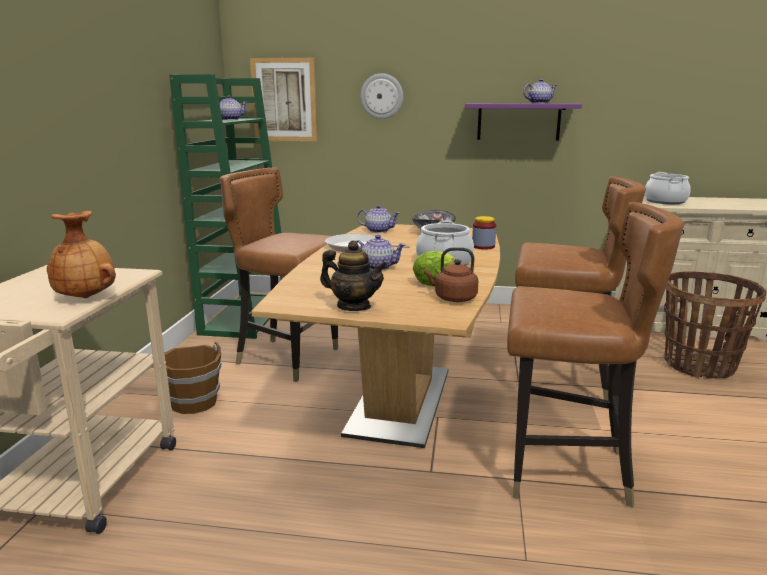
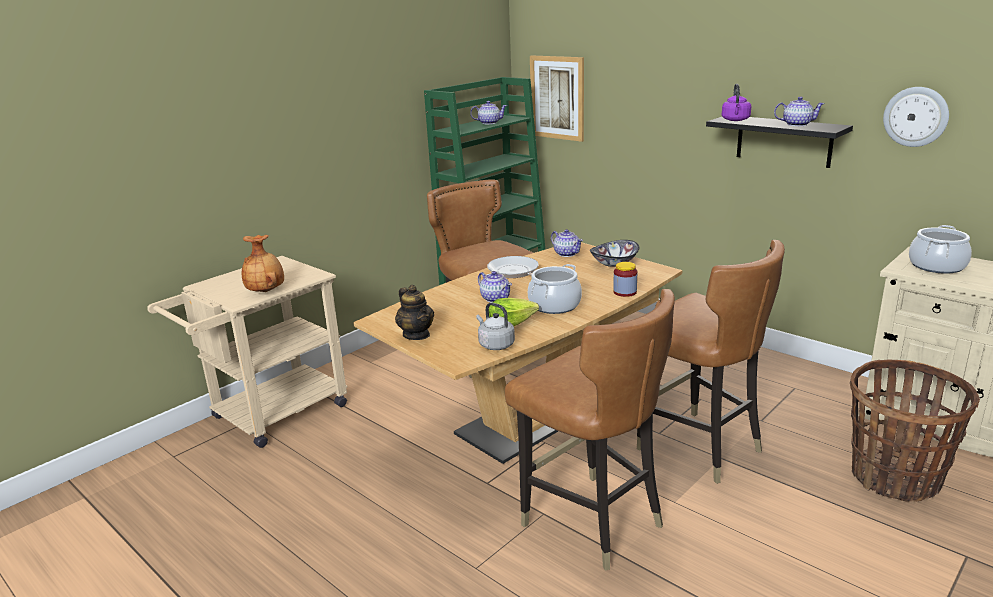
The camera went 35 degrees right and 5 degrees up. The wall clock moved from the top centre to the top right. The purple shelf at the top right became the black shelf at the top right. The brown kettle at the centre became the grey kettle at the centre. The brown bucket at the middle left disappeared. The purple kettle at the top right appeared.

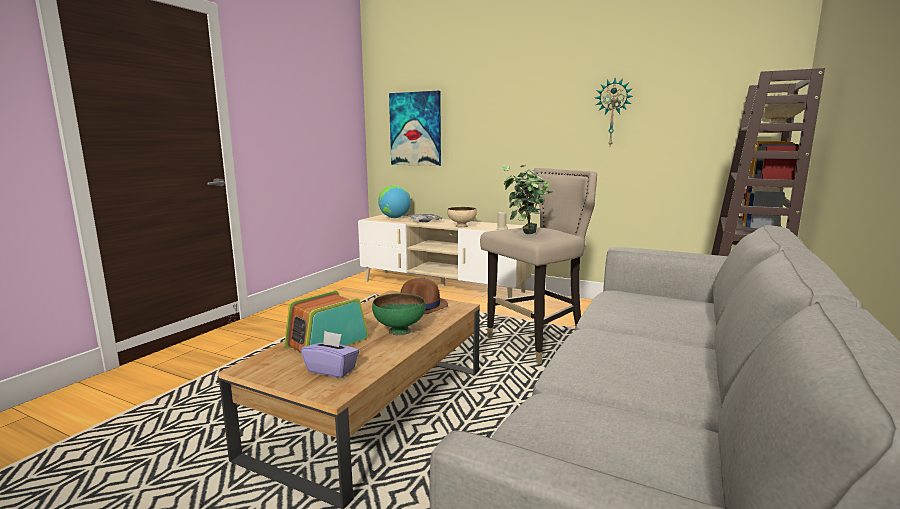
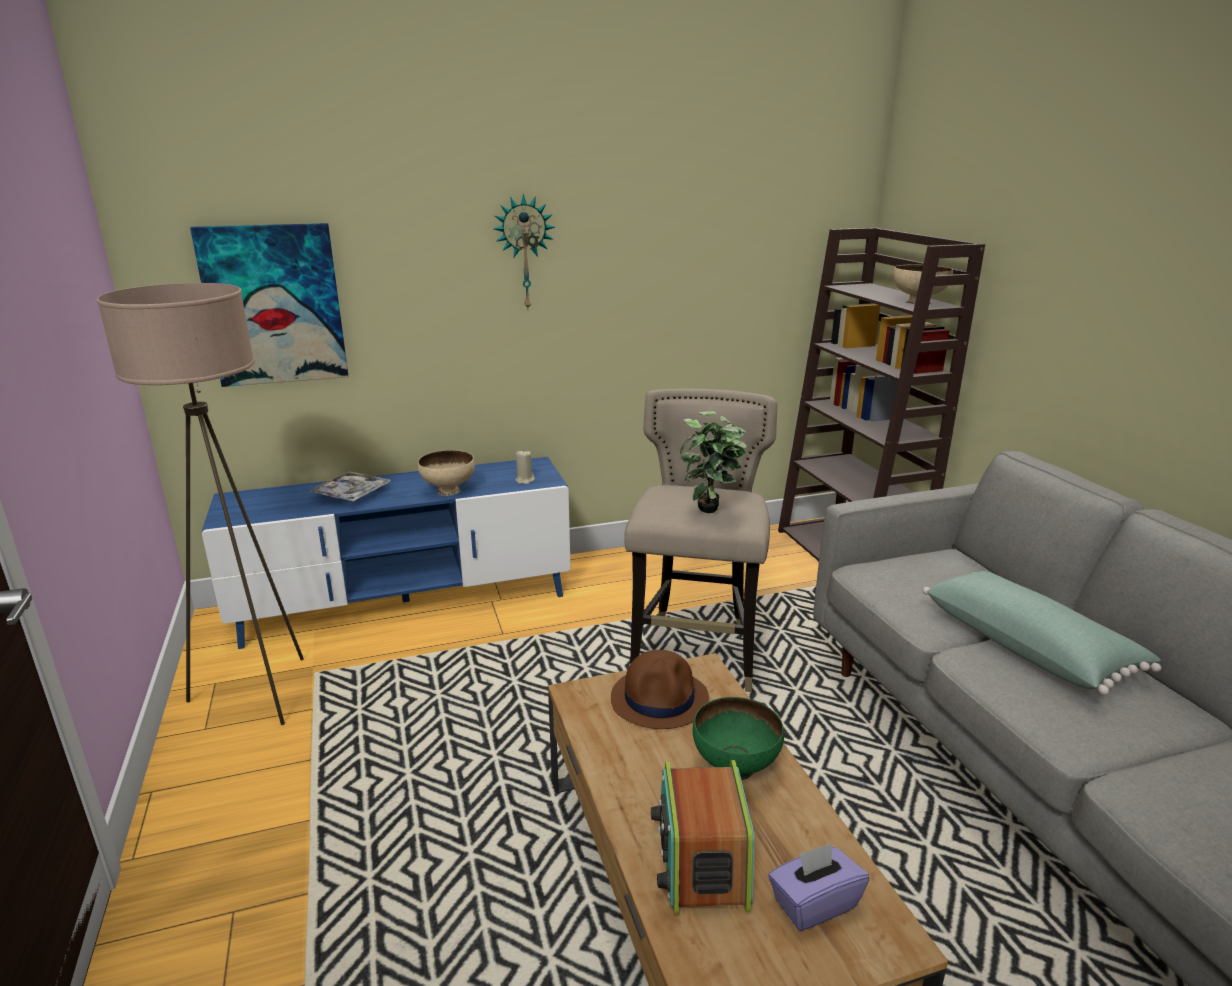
The camera went 45 degrees left and 10 degrees up. The wall clock moved from the top right to the top centre. The globe at the centre disappeared. The beige tv stand at the centre became the blue tv stand at the middle left. The beige floor lamp at the middle left appeared. The green pillow at the middle right appeared.

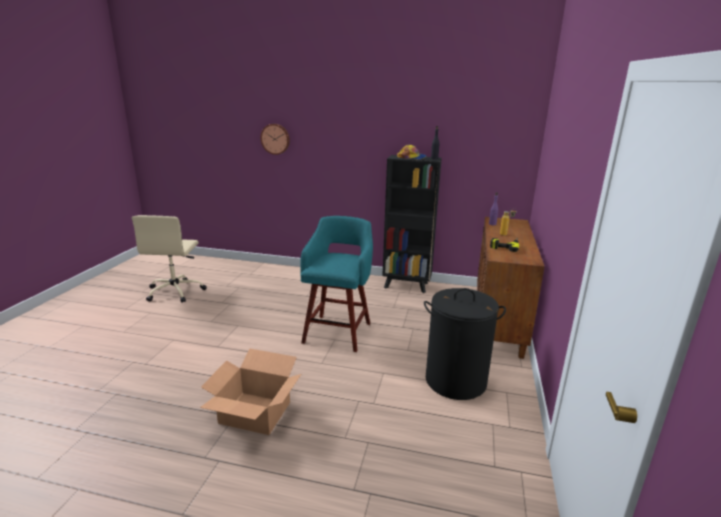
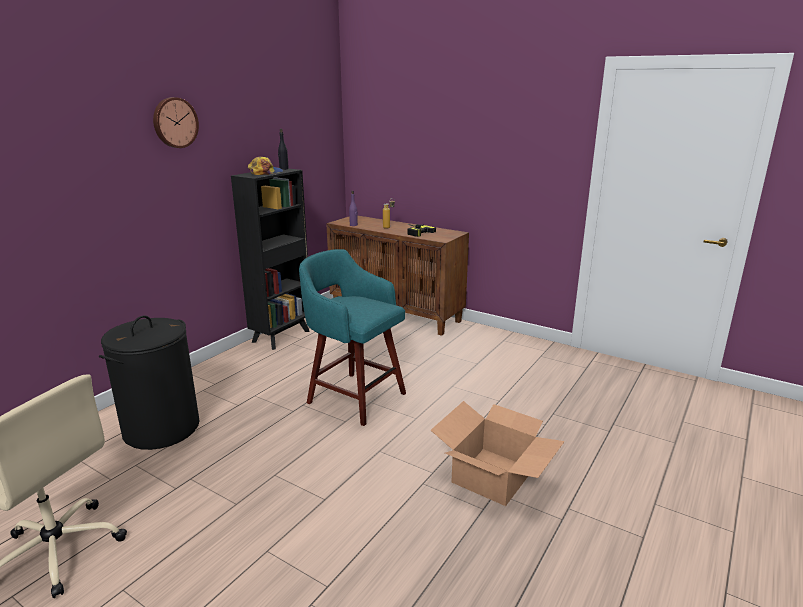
The camera went 70 degrees left and 0 degrees up. The wall clock moved from the top centre to the top left. The black laundry basket moved from the centre to the middle left.

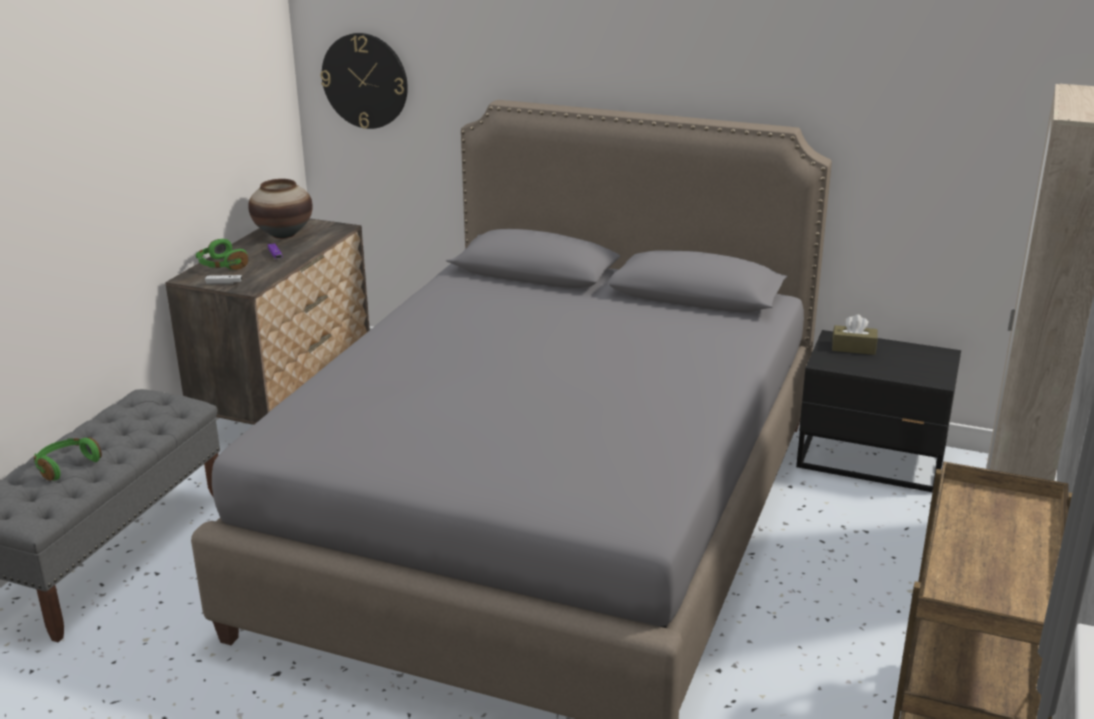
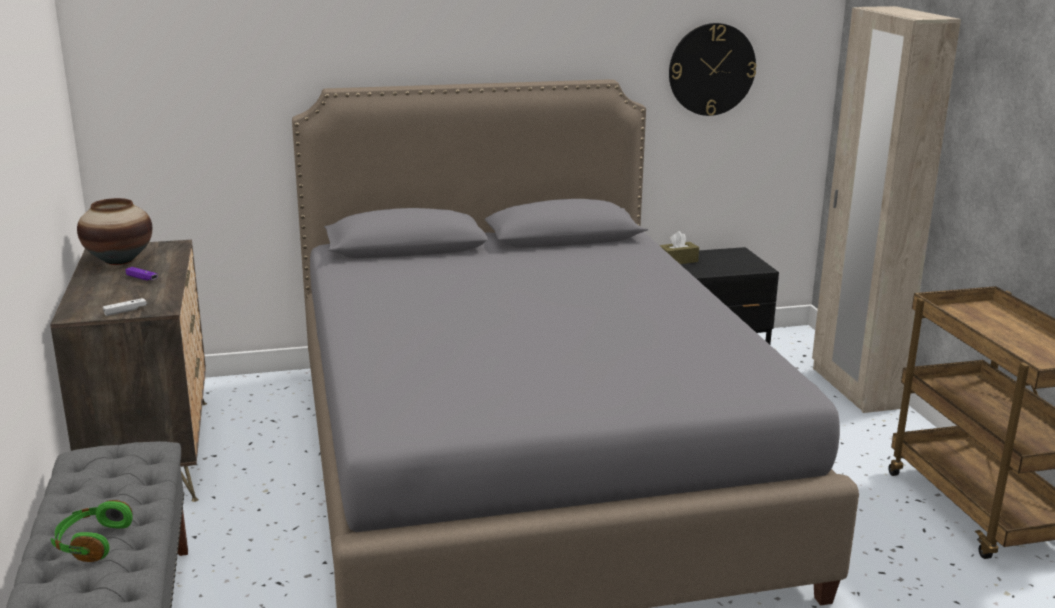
The camera went 35 degrees left and 5 degrees down. The wall clock moved from the top left to the top right. The green headphones (2nd from left) at the middle left disappeared.

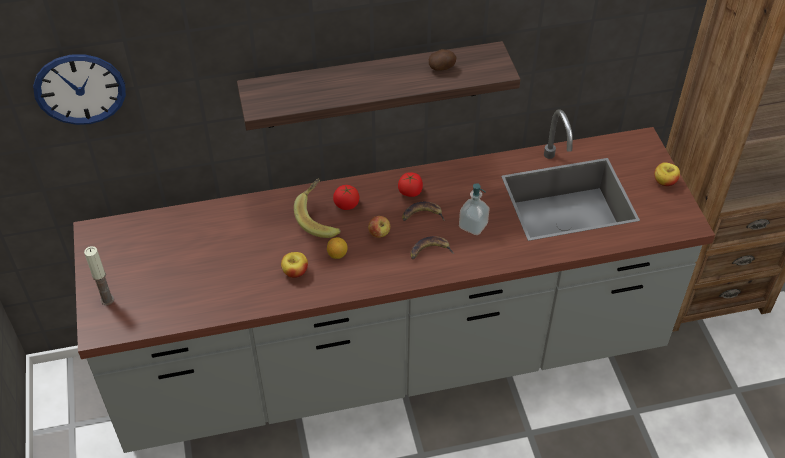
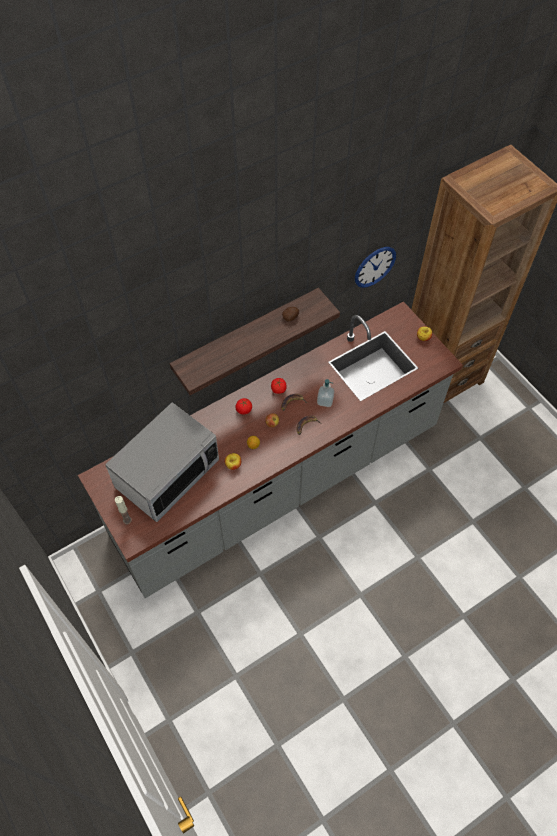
The camera went 20 degrees left and 10 degrees up. The wall clock moved from the top left to the top right. The banana (1st from left) at the centre disappeared. The microwave at the middle left appeared.

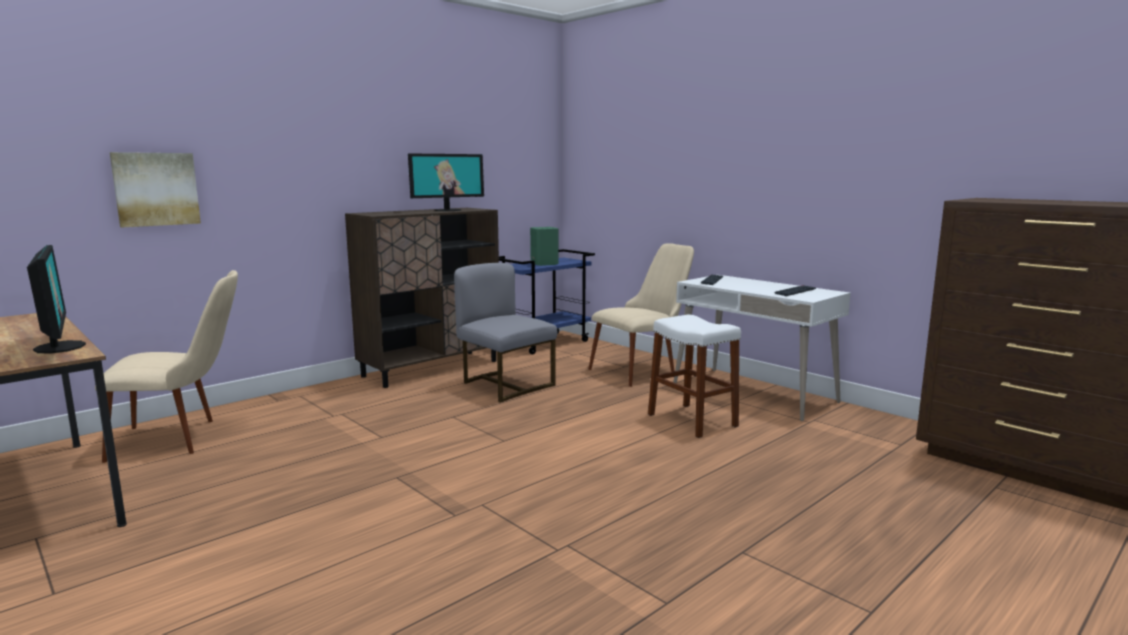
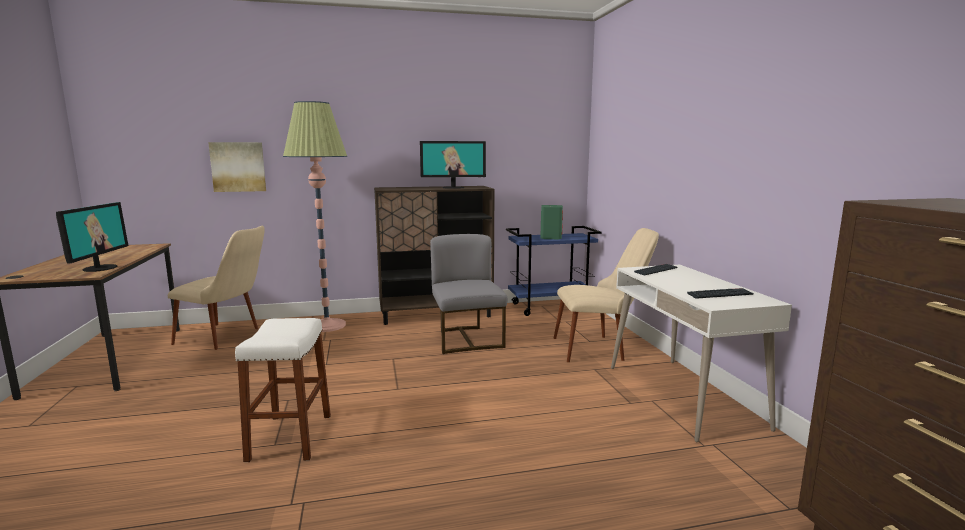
The camera went 30 degrees right and 0 degrees up. The white stool moved from the centre to the bottom left. The floor lamp at the middle left appeared.

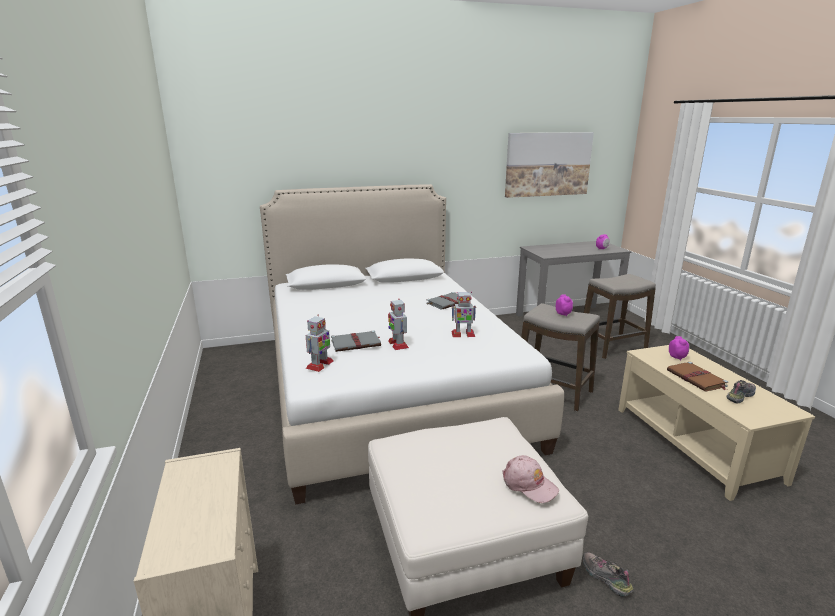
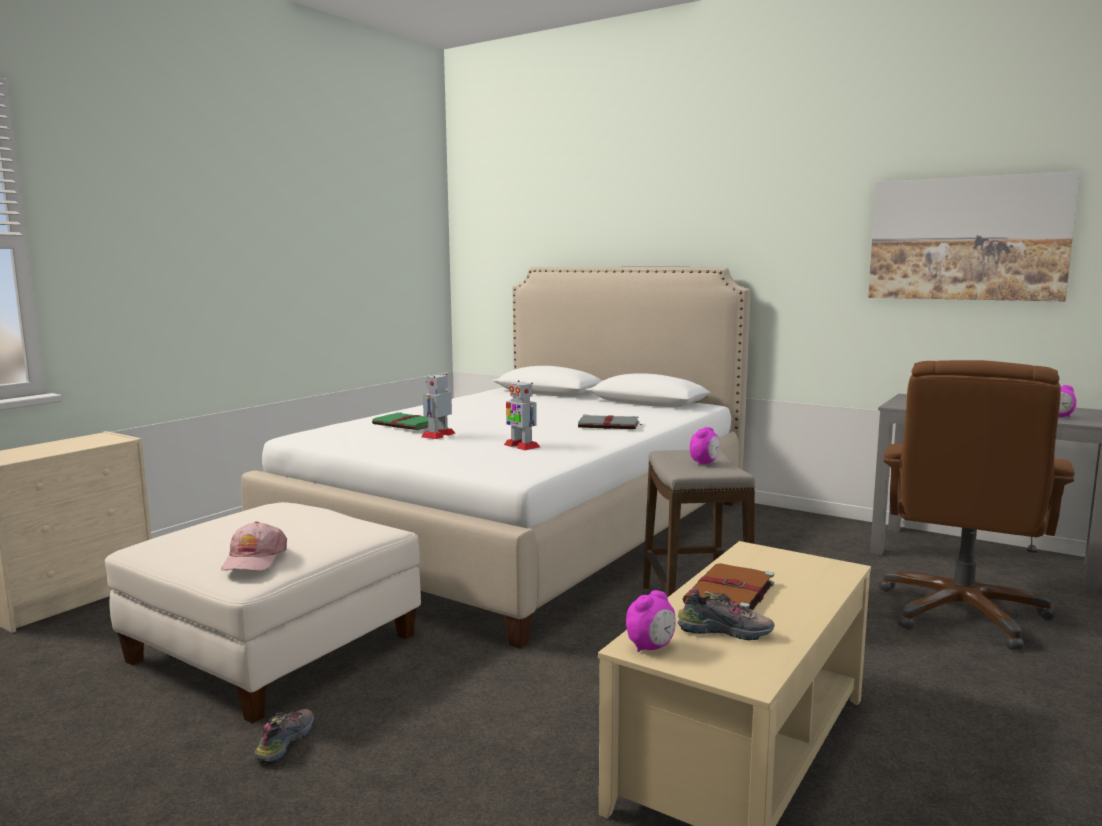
The camera went 50 degrees right and 10 degrees down. The stool (2nd from left) at the middle right was replaced by the brown office chair at the middle right. The toy robot (1st from left) at the centre disappeared. The grey book (1st from left) at the centre became the green book at the centre. The alarm clock (3rd from left in the first image) moved from the middle right to the bottom centre.

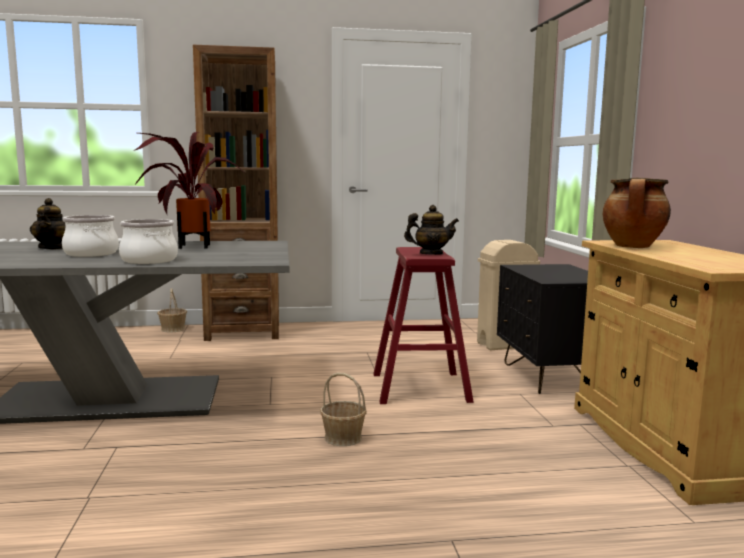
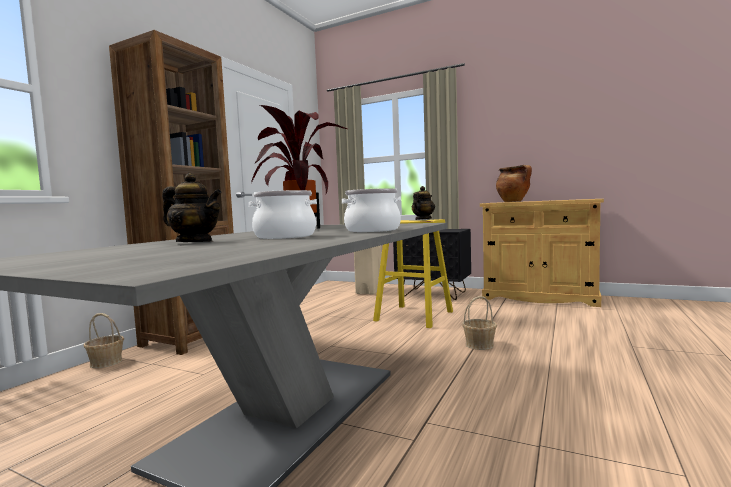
The camera went 55 degrees left and 5 degrees down. The red stool at the centre became the yellow stool at the centre.

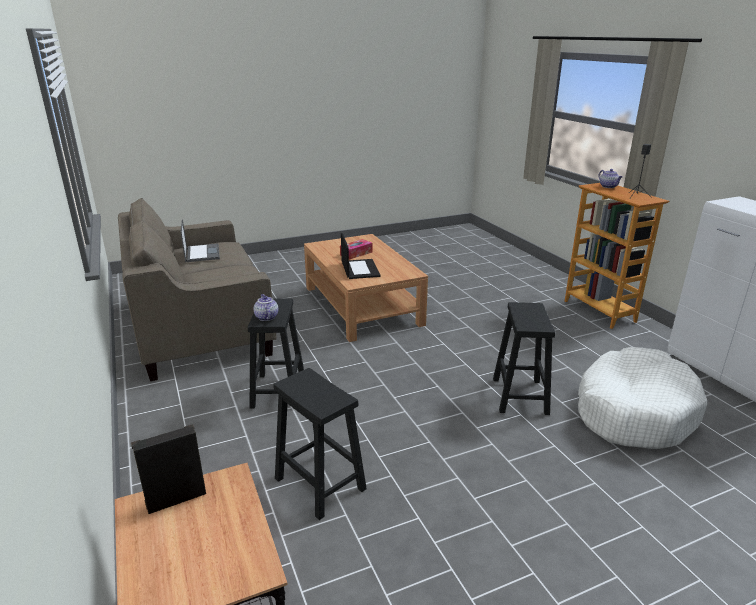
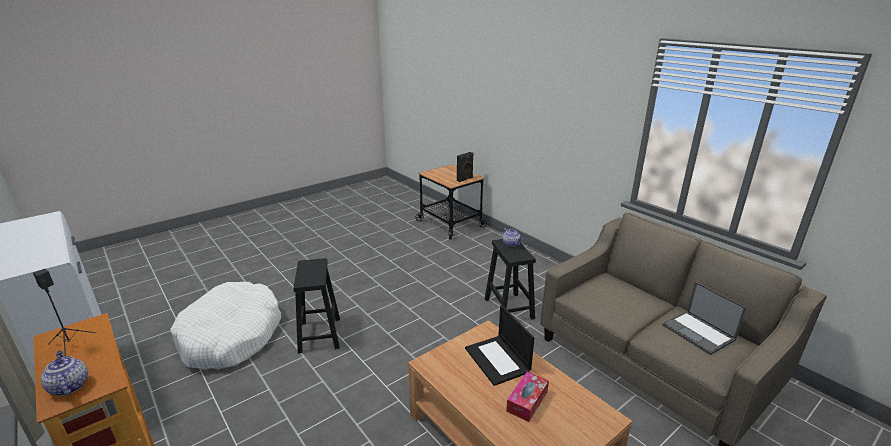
The camera went 165 degrees right and 0 degrees up. The black stool (2nd from left) at the bottom centre disappeared.

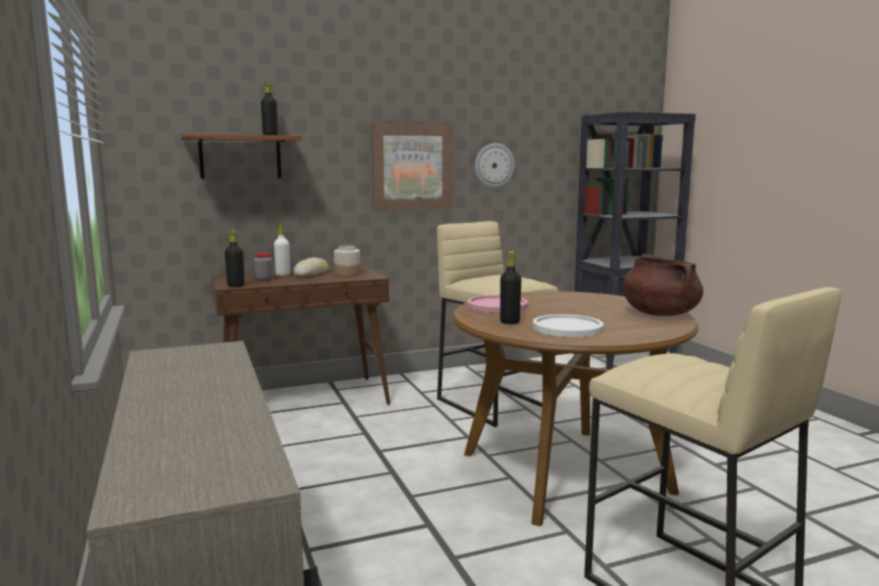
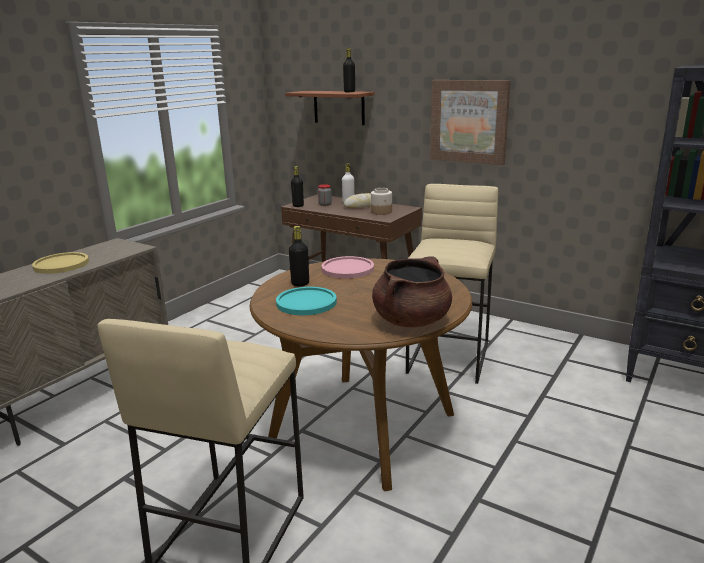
The camera went 55 degrees right and 10 degrees up. The wall clock at the top centre disappeared. The white plate at the centre became the turquoise plate at the centre. The yellow plate at the middle left appeared.

